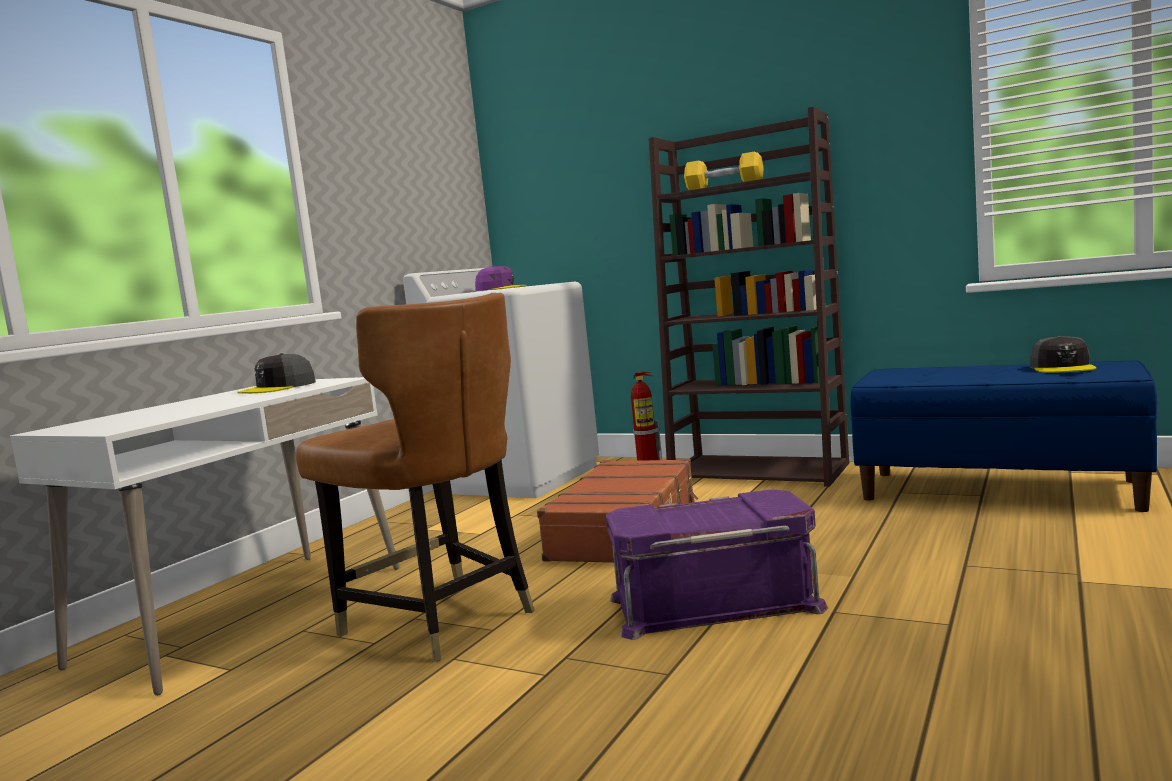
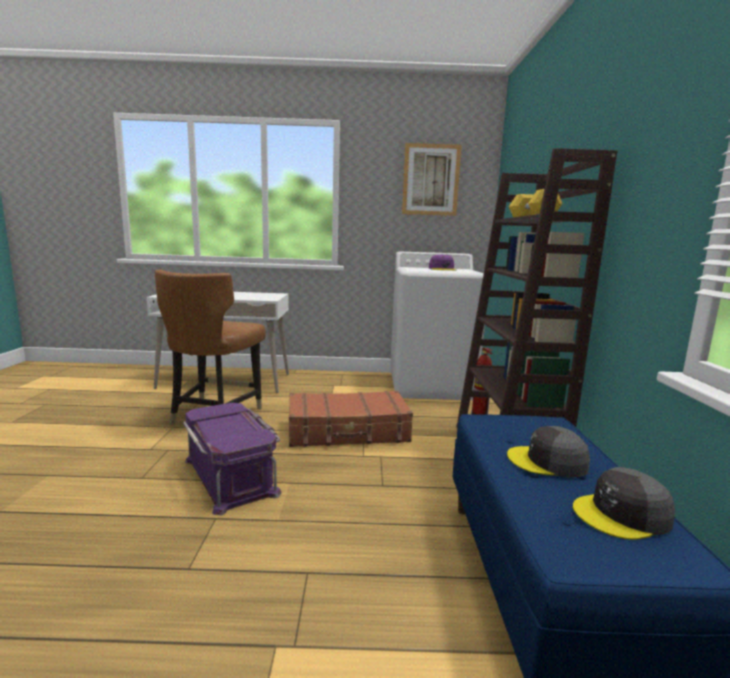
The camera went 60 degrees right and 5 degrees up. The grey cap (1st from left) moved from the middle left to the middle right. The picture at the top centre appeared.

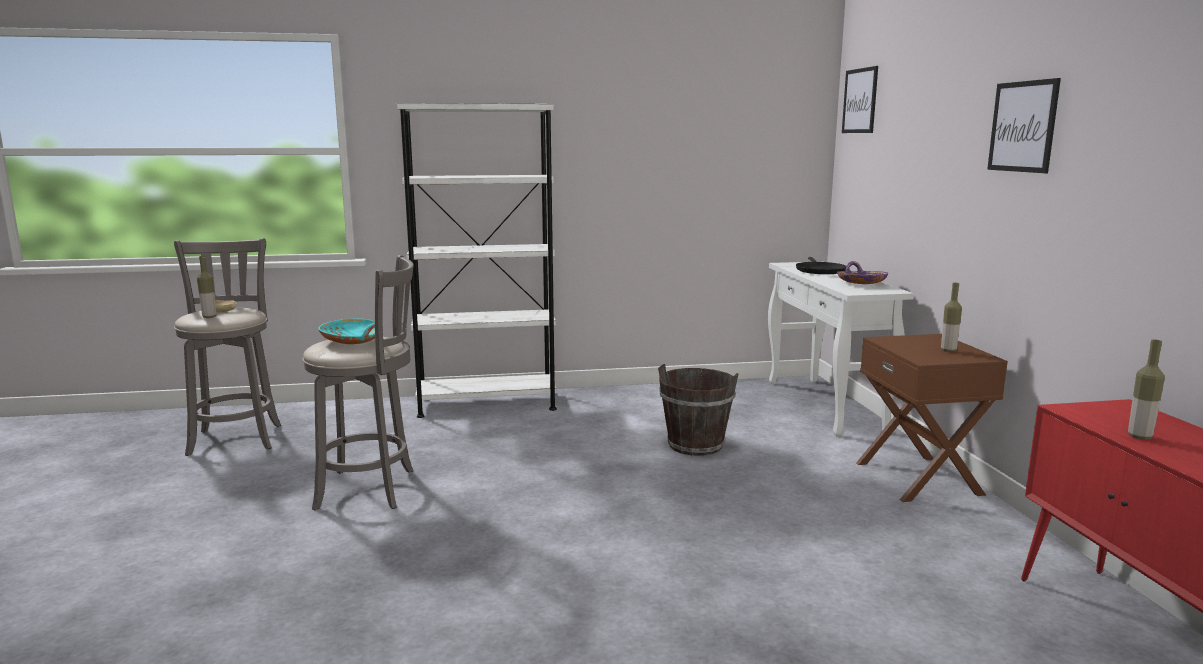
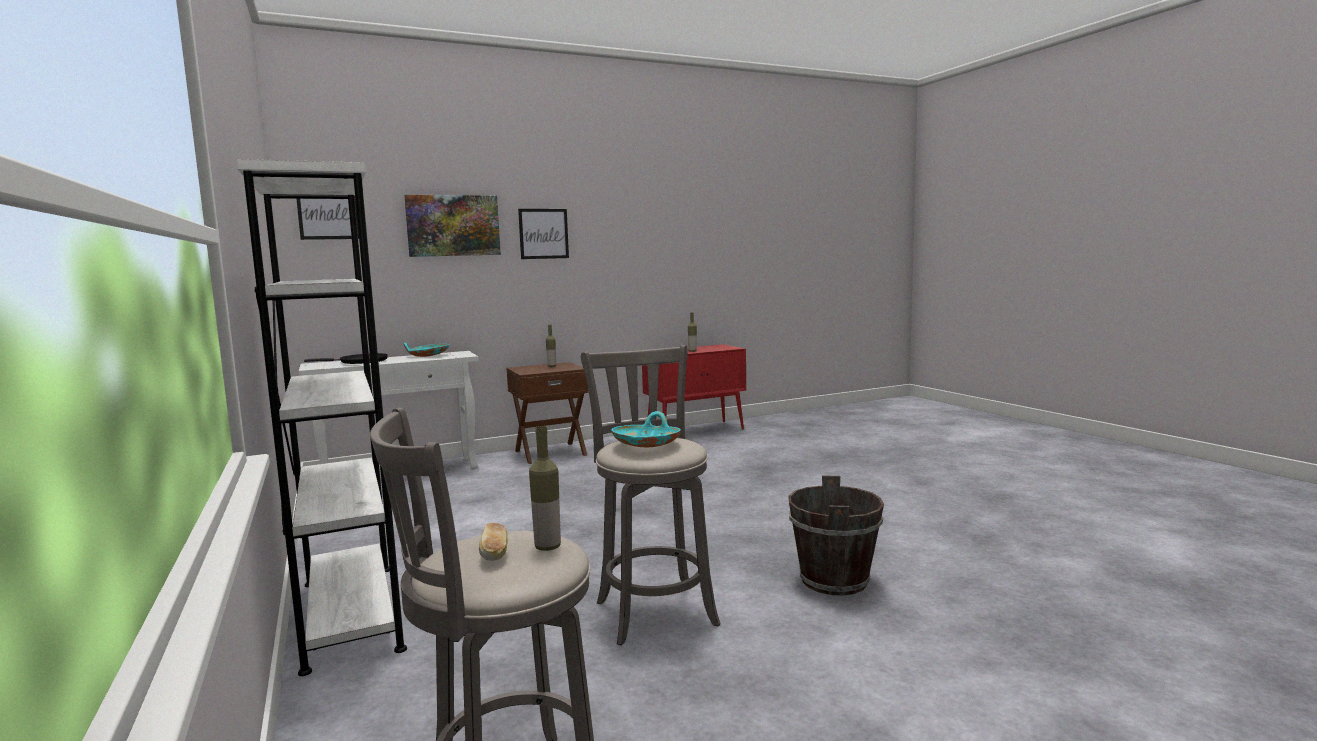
The camera went 105 degrees left and 5 degrees down. The purple bowl at the middle right became the turquoise bowl (1st from left) at the middle left. The brown bucket moved from the centre to the bottom centre. The picture (2nd from left) at the top centre appeared.

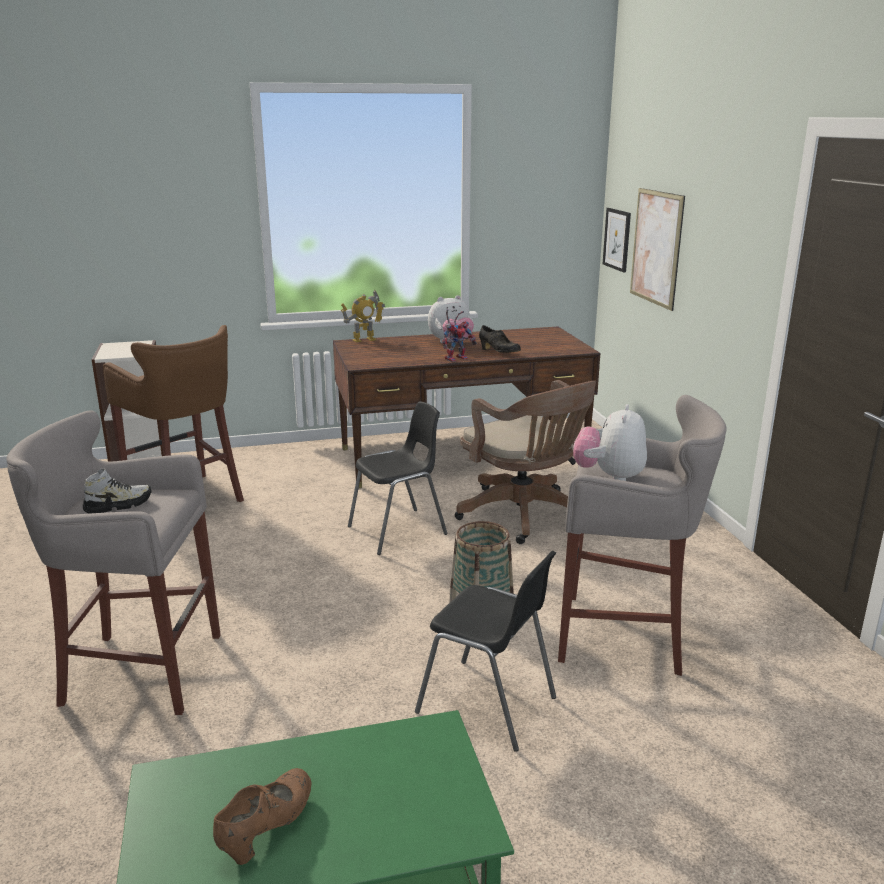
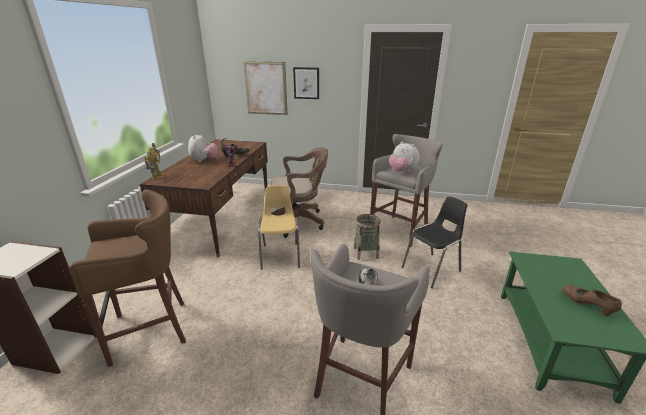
The camera went 65 degrees left and 5 degrees up. The picture (1st from left in the first image) moved from the top right to the top centre. The black chair (1st from left) at the centre became the yellow chair at the centre.

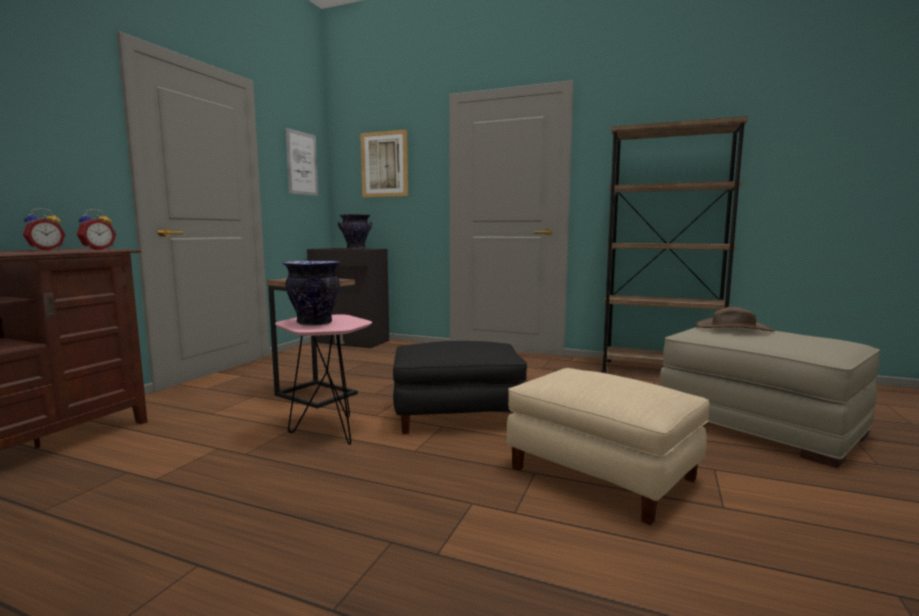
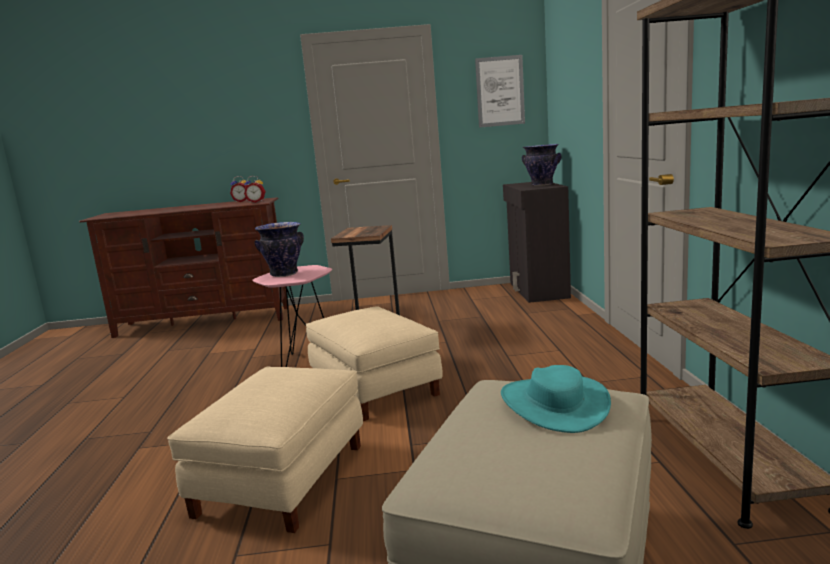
The camera went 65 degrees right and 5 degrees up. The picture (2nd from left) at the top centre disappeared. The brown hat at the middle right became the turquoise hat at the bottom right. The black ottoman at the centre became the beige ottoman (2nd from left) at the centre.

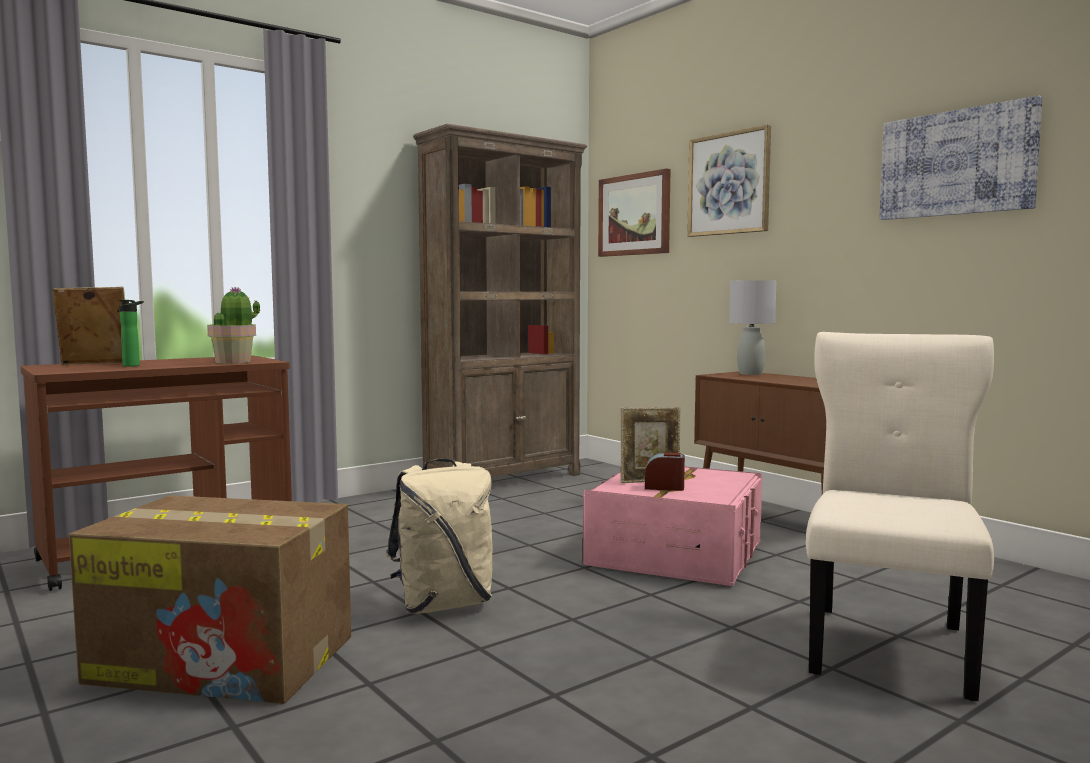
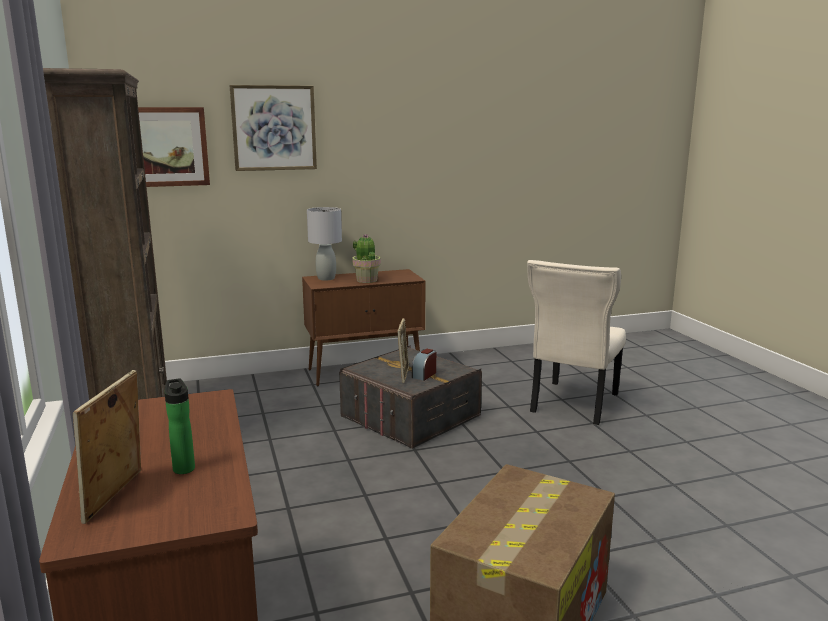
The camera went 70 degrees left and 10 degrees up. The picture (3rd from left) at the top right disappeared. The potted plant moved from the middle left to the centre. The beige chair at the bottom right turned 105 degrees counterclockwise. The beige backpack at the bottom centre disappeared. The pink storage box at the bottom centre became the grey storage box at the centre.

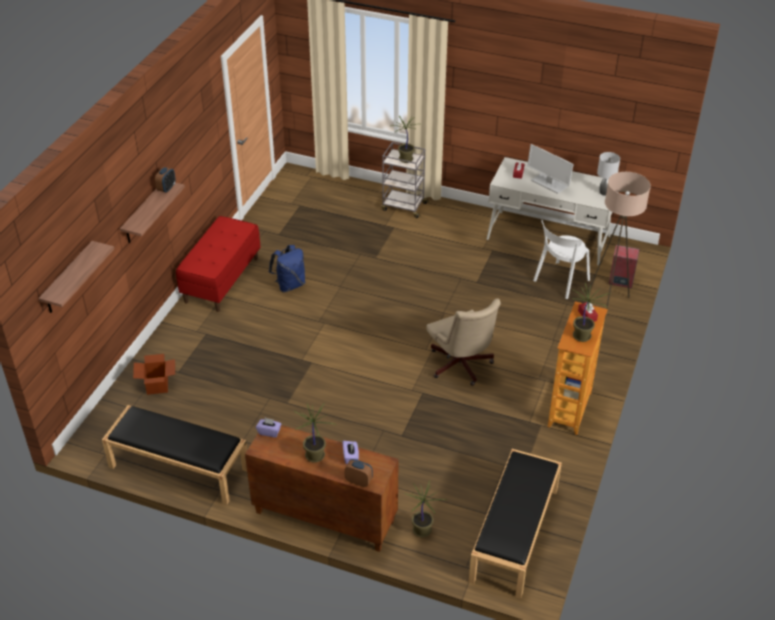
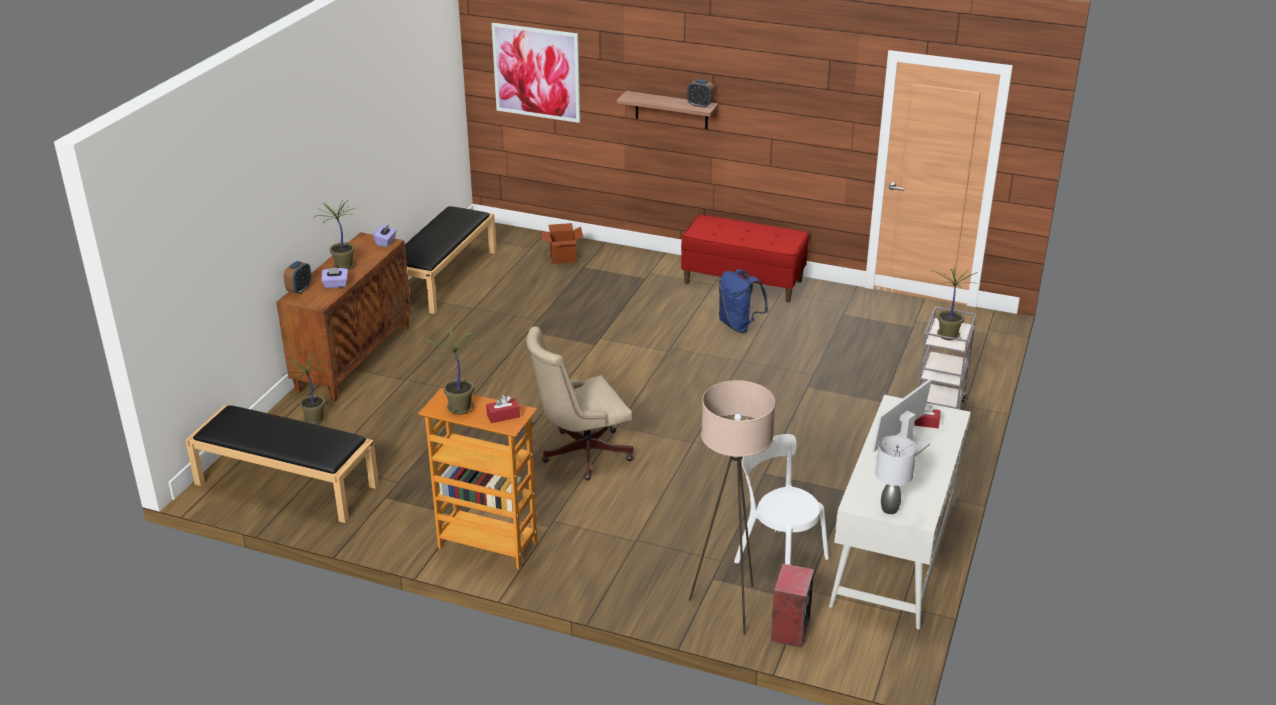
The camera went 90 degrees right and 10 degrees down. The shelf (1st from left) at the middle left was replaced by the picture at the top centre.

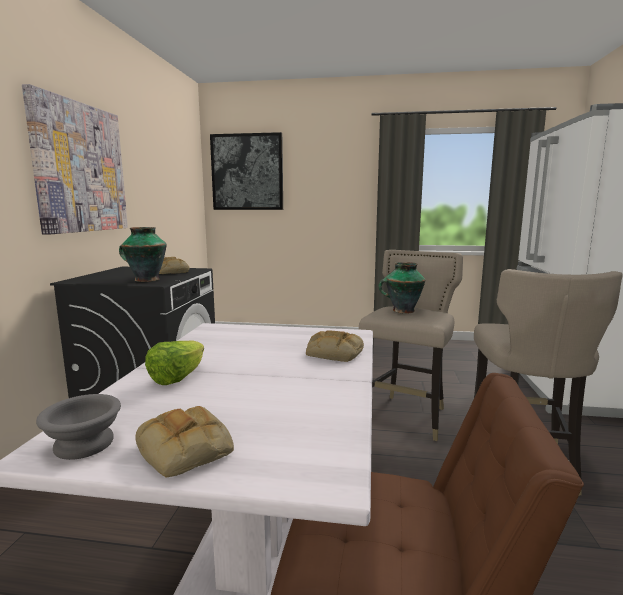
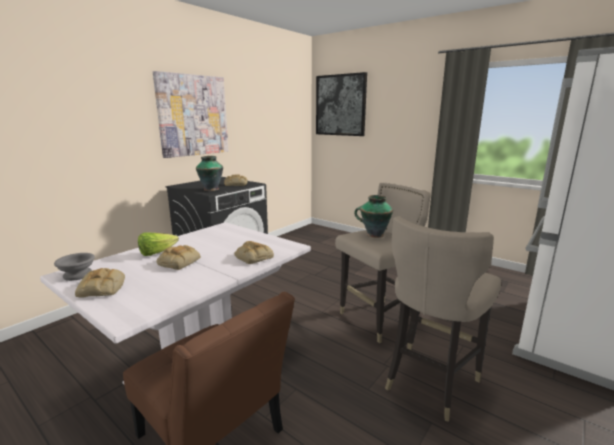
The camera went 30 degrees right and 5 degrees up. The bread (2nd from left) at the middle left appeared.

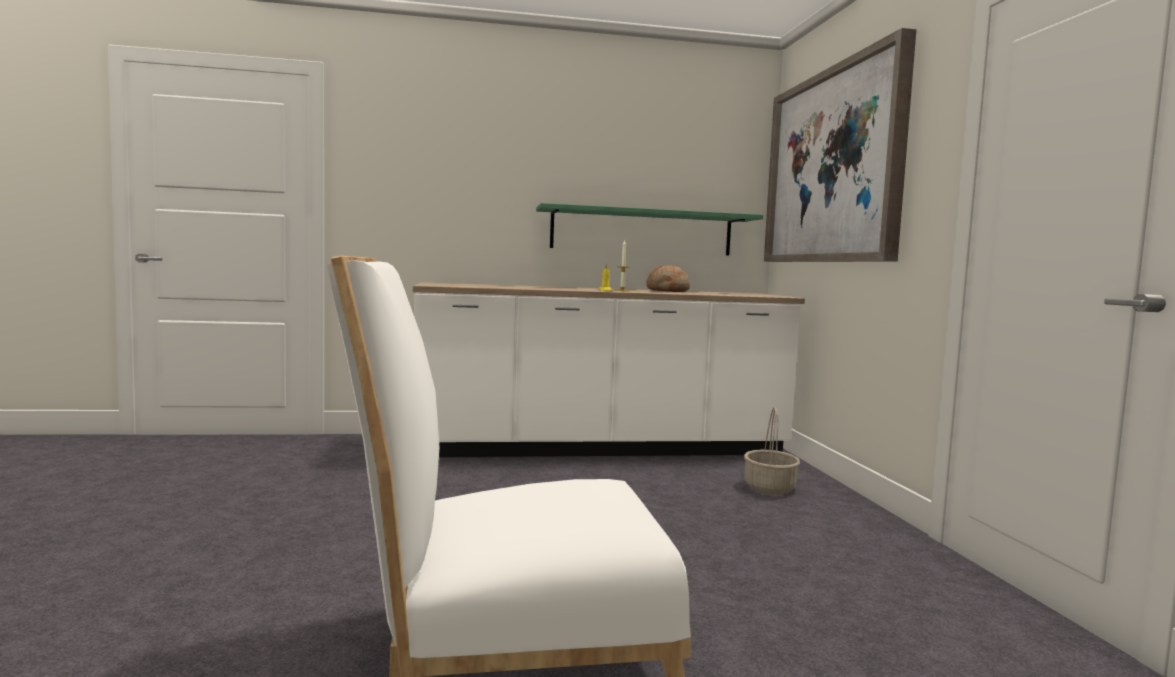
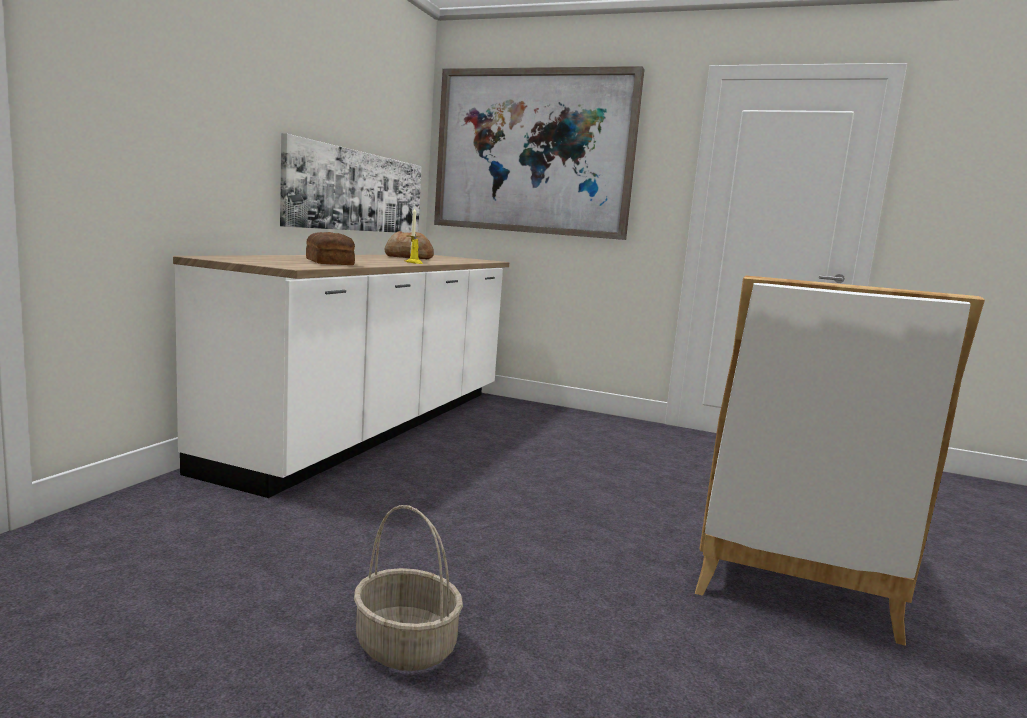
The camera went 60 degrees left and 5 degrees up. The green shelf at the centre was replaced by the picture (1st from left) at the top centre. The basket moved from the centre to the bottom centre. The bread (1st from left) at the middle left appeared.

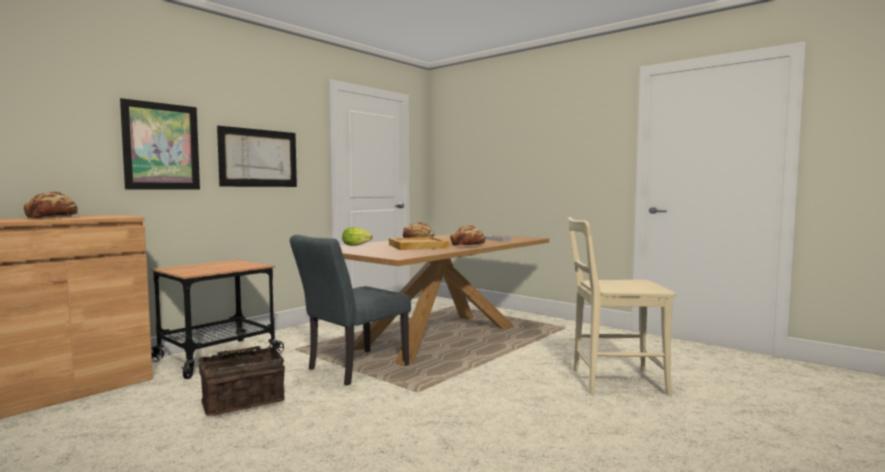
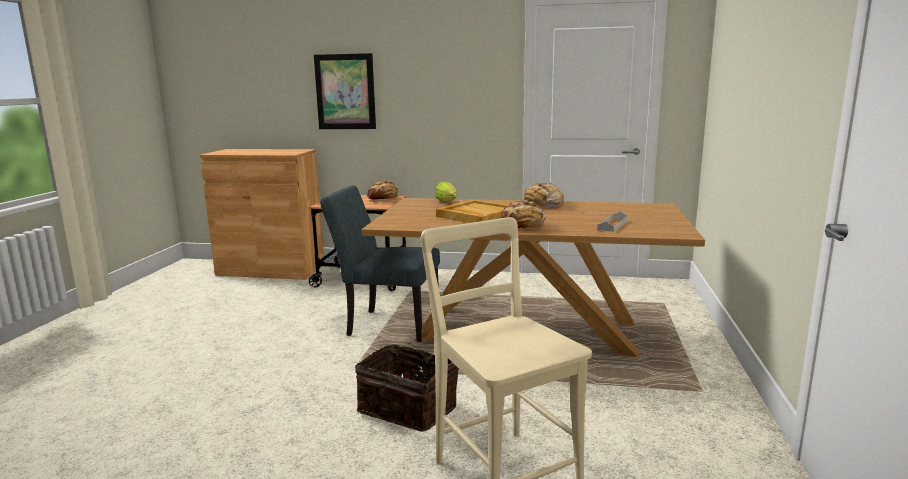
The camera went 60 degrees right and 10 degrees up. The picture (2nd from left) at the top left disappeared. The bread (1st from left) moved from the middle left to the centre. The basket moved from the bottom left to the bottom centre.

